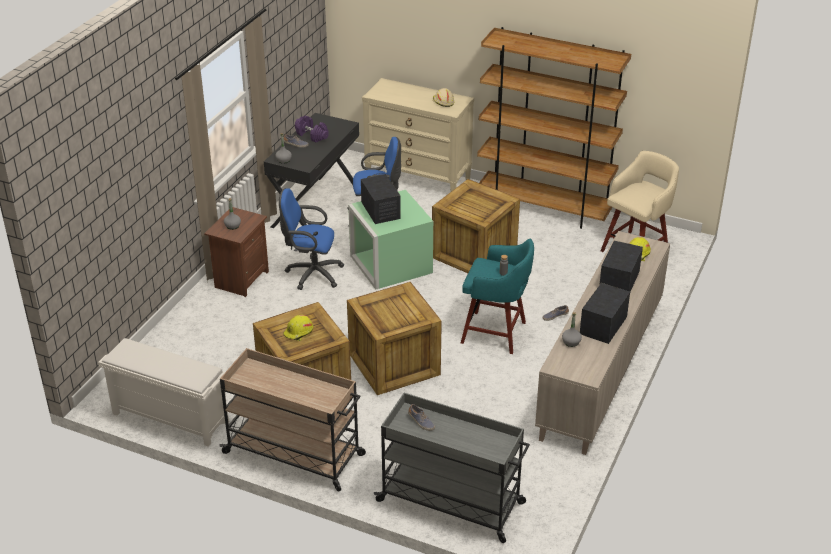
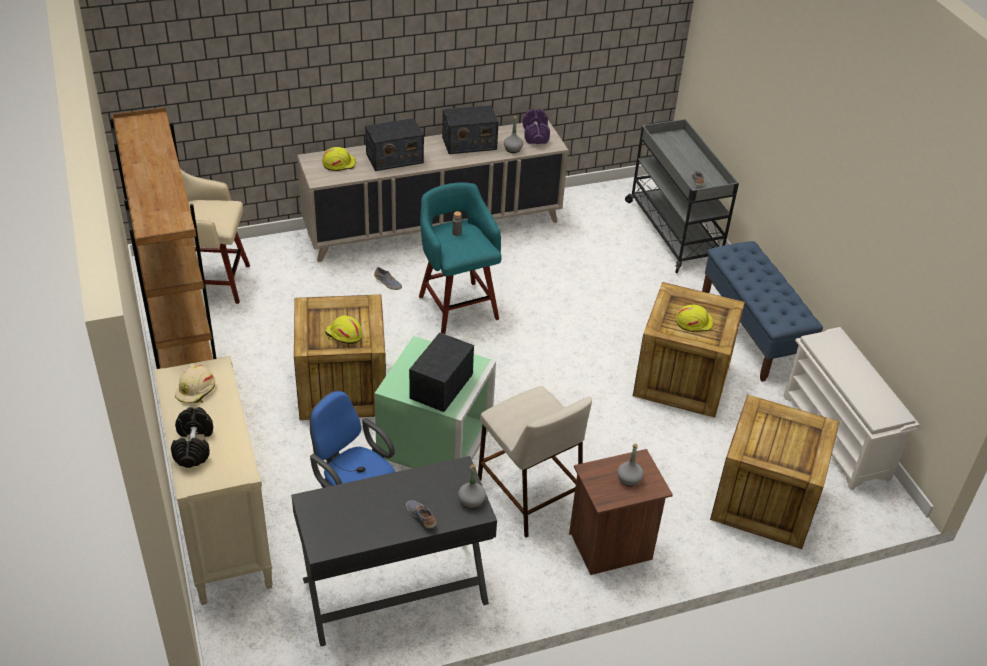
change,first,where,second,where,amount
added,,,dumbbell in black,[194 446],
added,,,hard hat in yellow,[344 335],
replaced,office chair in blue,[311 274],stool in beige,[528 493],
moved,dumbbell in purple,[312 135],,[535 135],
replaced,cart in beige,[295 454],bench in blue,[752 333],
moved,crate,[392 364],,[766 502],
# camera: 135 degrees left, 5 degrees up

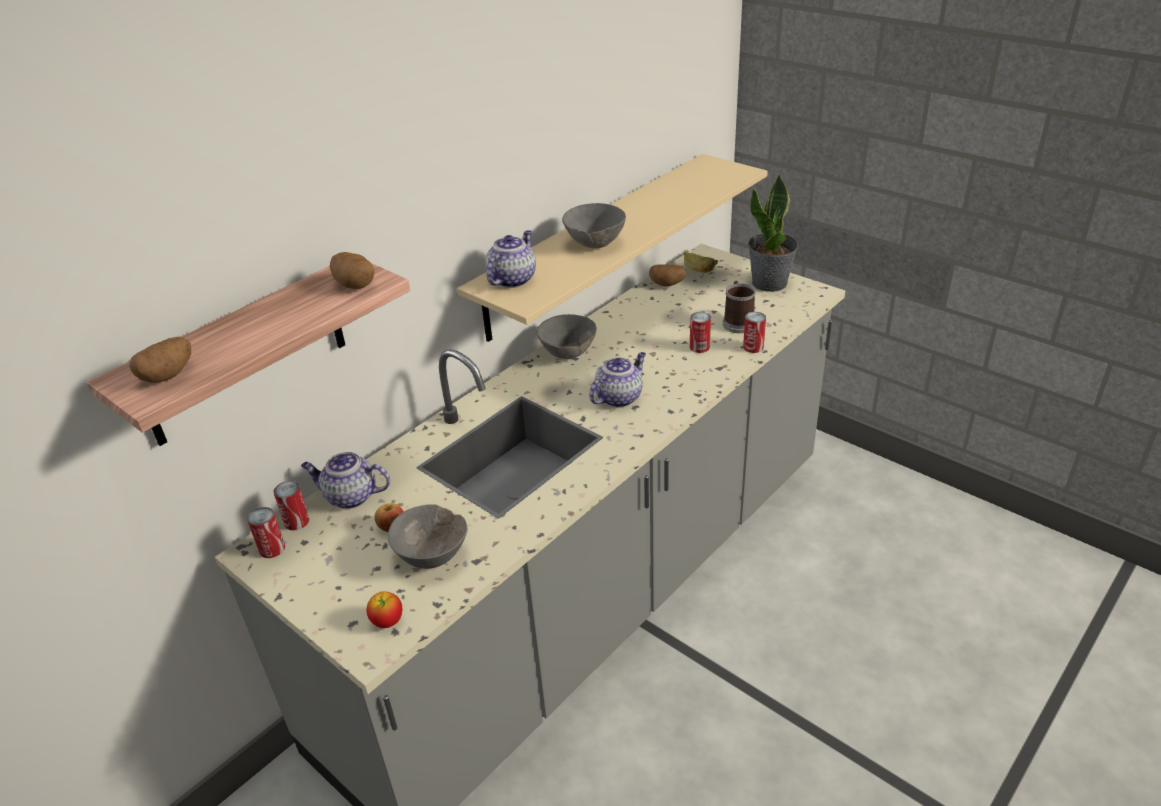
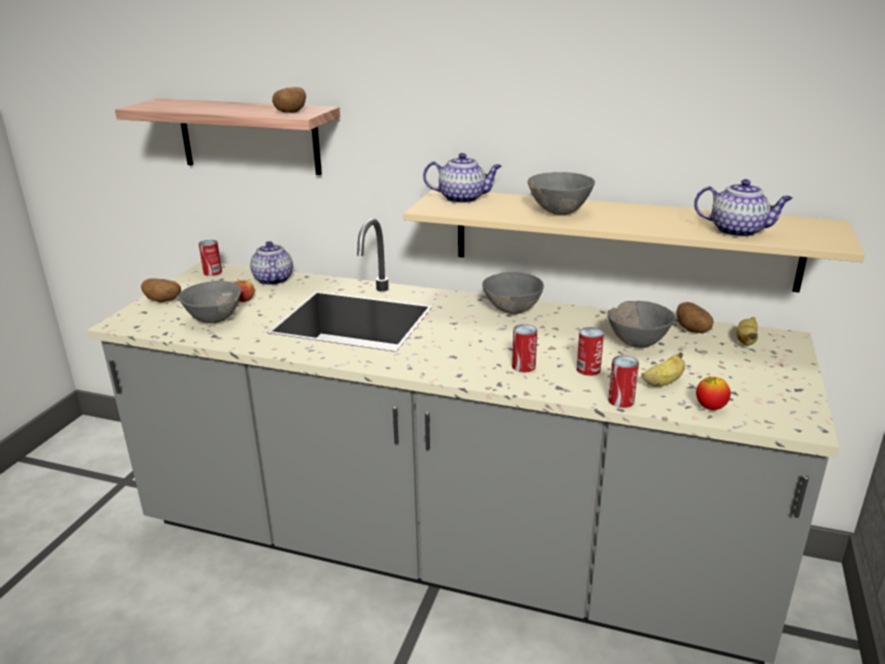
change,first,where,second,where,amount
moved,potato,[168 375],,[164 300],
moved,can,[296 521],,[523 366],
added,,,bowl in grey,[637 342],
replaced,mug,[737 322],banana,[663 383],
moved,teapot,[619 397],,[738 231],
moved,apple,[387 622],,[710 407],
removed,potted plant,[770 283],,,
# camera: 65 degrees right, 10 degrees down

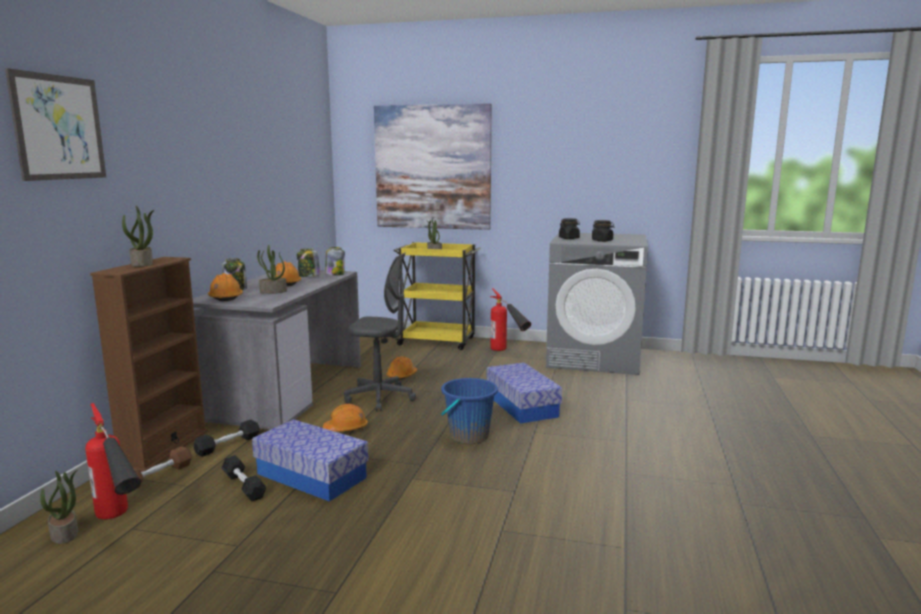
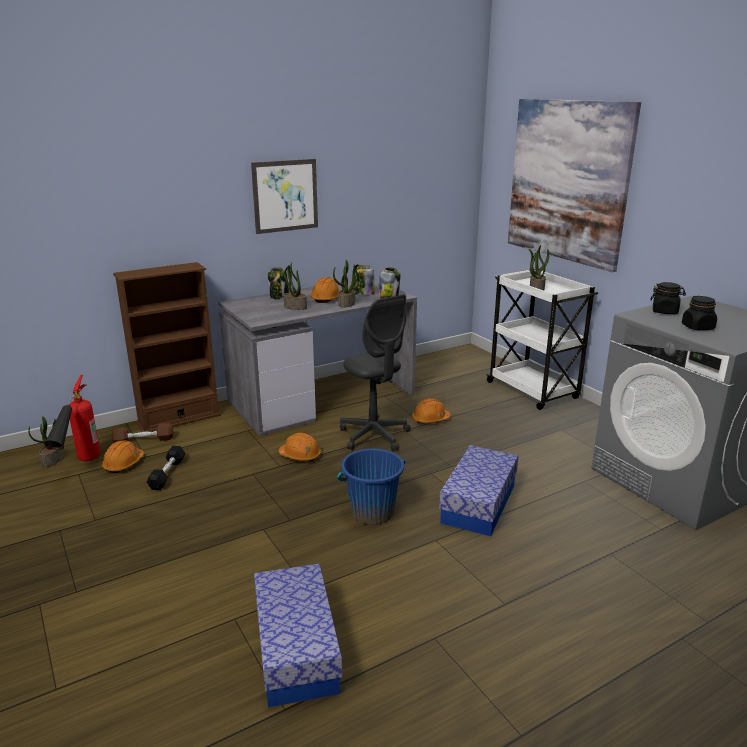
change,first,where,second,where,amount
moved,hard hat in orange,[225 297],,[123 464],
moved,picture,[59 127],,[285 196],
moved,storage box,[311 476],,[296 649],
moved,potted plant,[142 264],,[347 304],
recoloured,cart in yellow,[438 341],cart in white,[533 391],
removed,dumbbell in black,[228 445],,,
removed,fire extinguisher,[507 352],,,
# camera: 45 degrees right, 10 degrees up

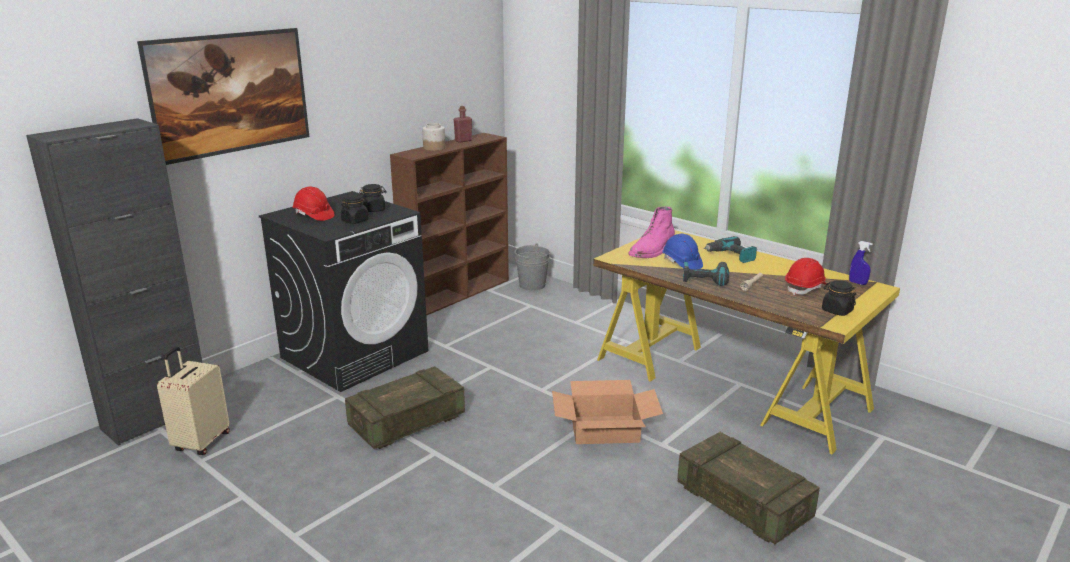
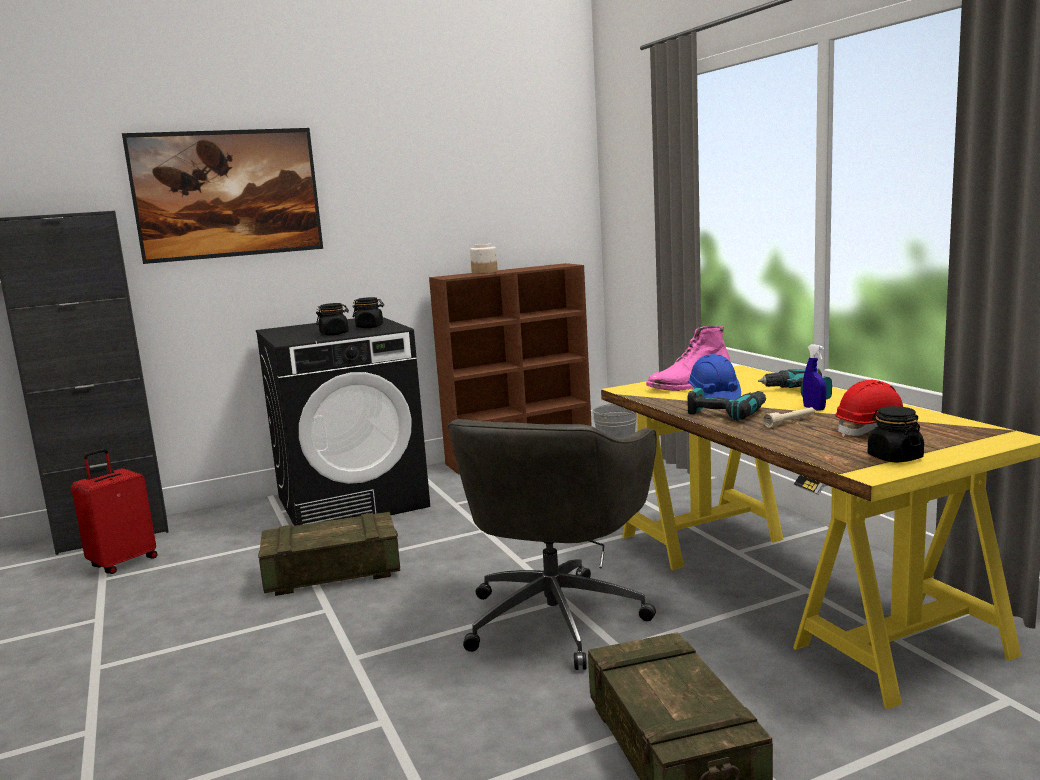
change,first,where,second,where,amount
recoloured,suitcase in beige,[201 442],suitcase in red,[123 562],
replaced,cardboard box,[604 429],office chair in grey,[556 617],
moved,spray bottle in blue,[857 283],,[814 408],
removed,hard hat in red,[313 216],,,
removed,bottle in red,[463 141],,,
# camera: 25 degrees right, 10 degrees down

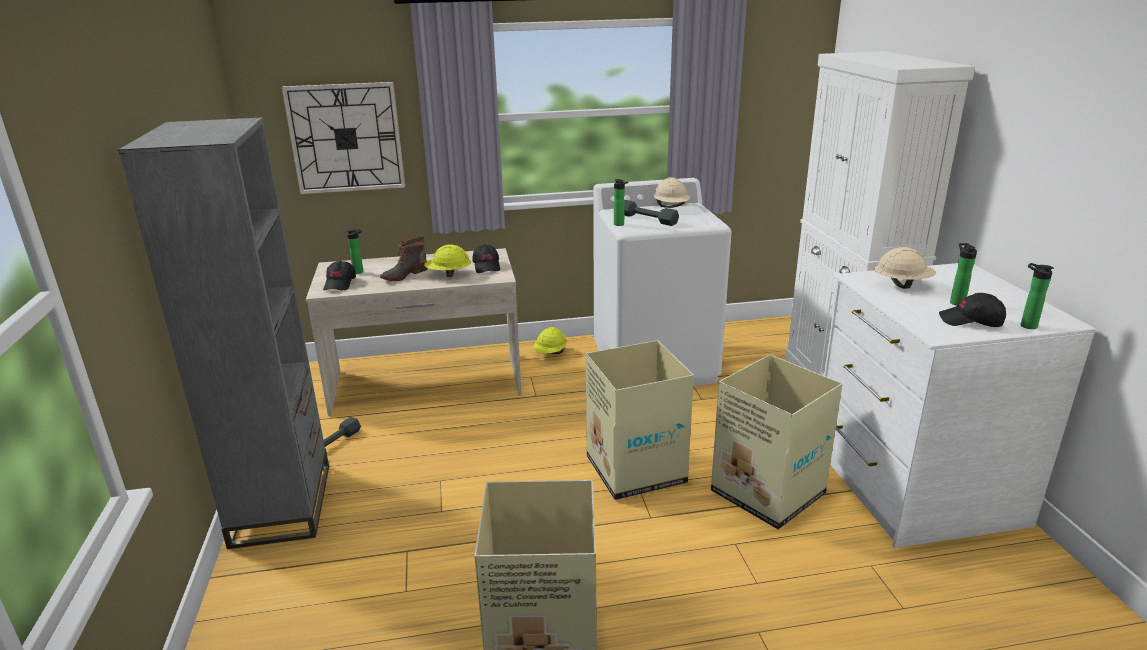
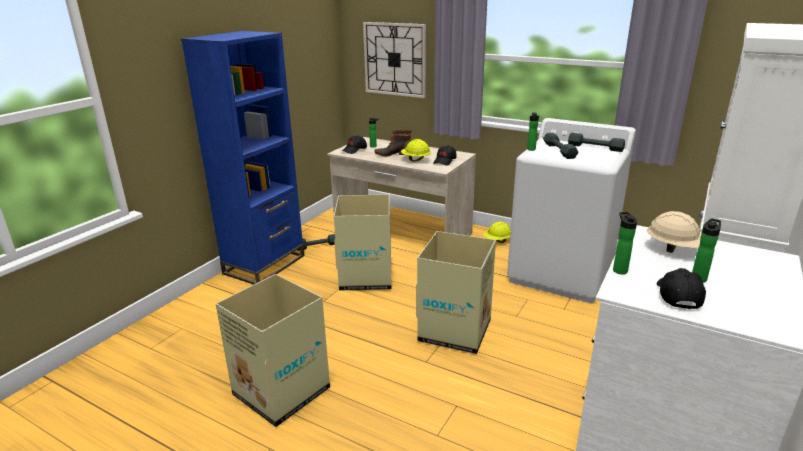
change,first,where,second,where,amount
recoloured,bookcase in grey,[282 504],bookcase in blue,[264 264],
moved,cardboard box,[766 492],,[366 277],
replaced,hard hat in beige,[671 207],dumbbell in grey,[595 147],
moved,bottle,[1025 325],,[619 269],
turned,cap in black,[971 321],,[677 295],45 degrees clockwise
# camera: 40 degrees right, 0 degrees up

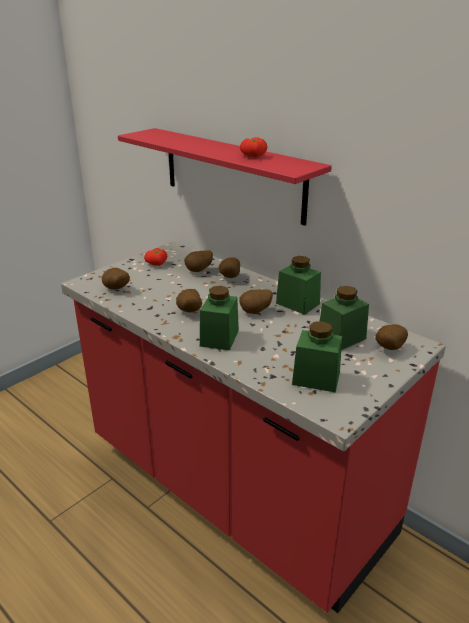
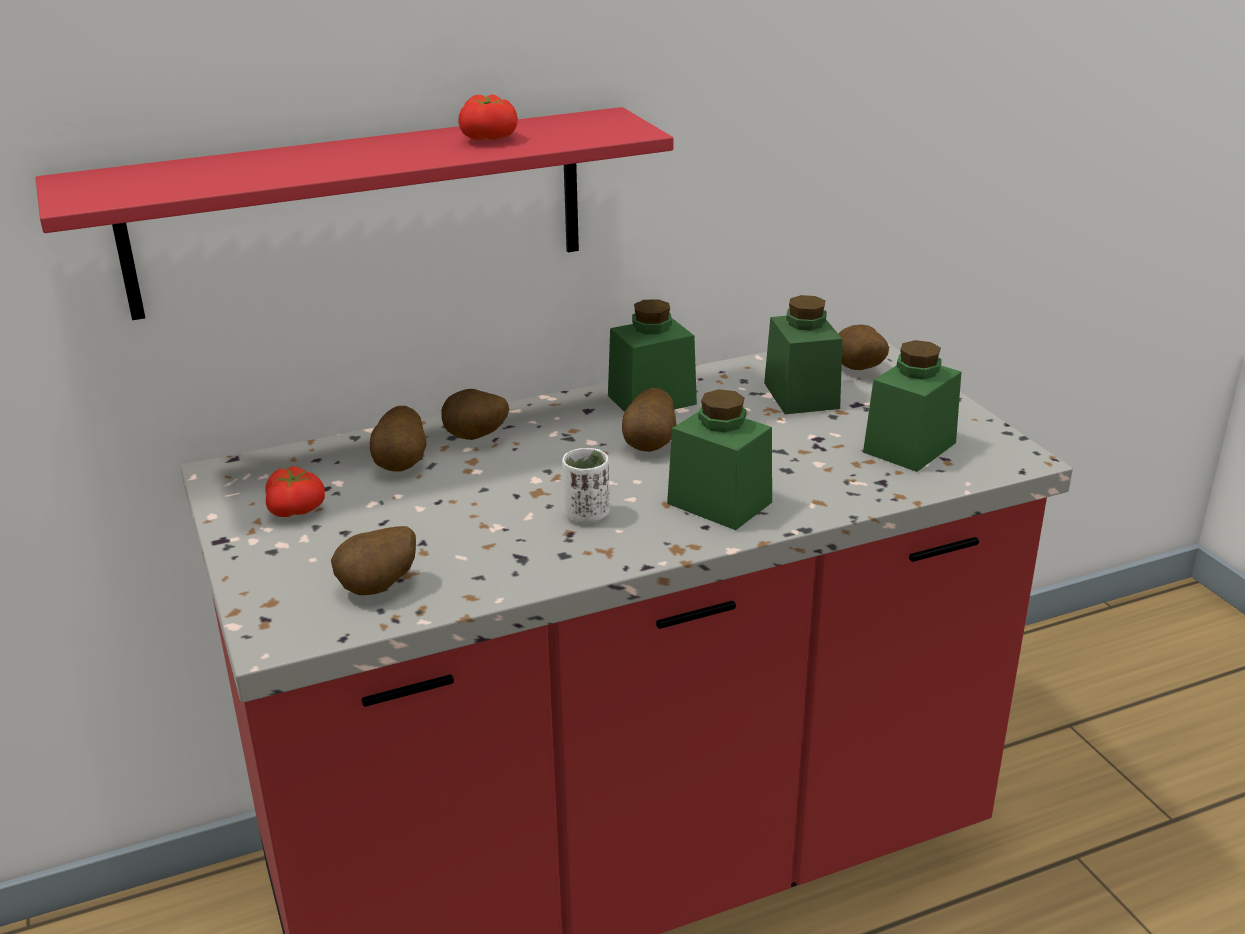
change,first,where,second,where,amount
replaced,potato,[189 312],cup in white,[587 515],
# camera: 65 degrees left, 0 degrees up

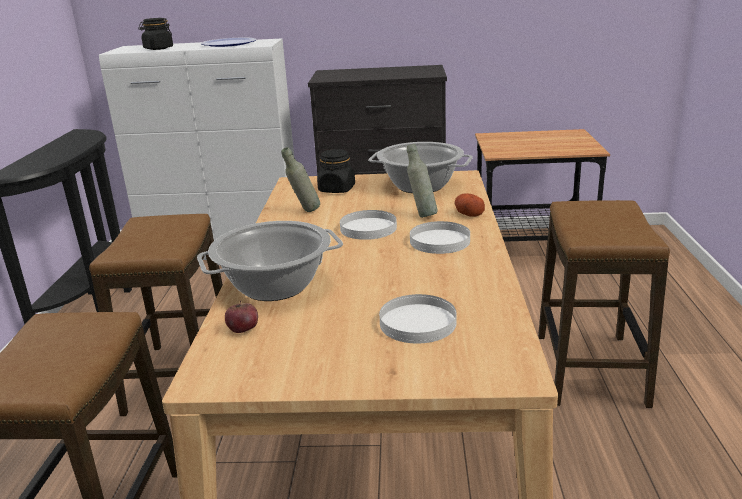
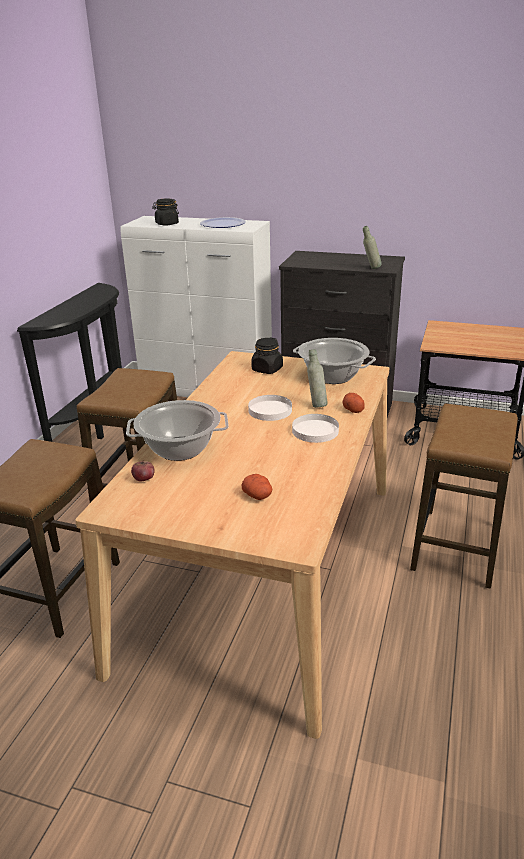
change,first,where,second,where,amount
replaced,plate in white,[418 323],potato,[258 495],
moved,bottle in grey,[304 212],,[370 268],
# camera: 15 degrees right, 5 degrees up

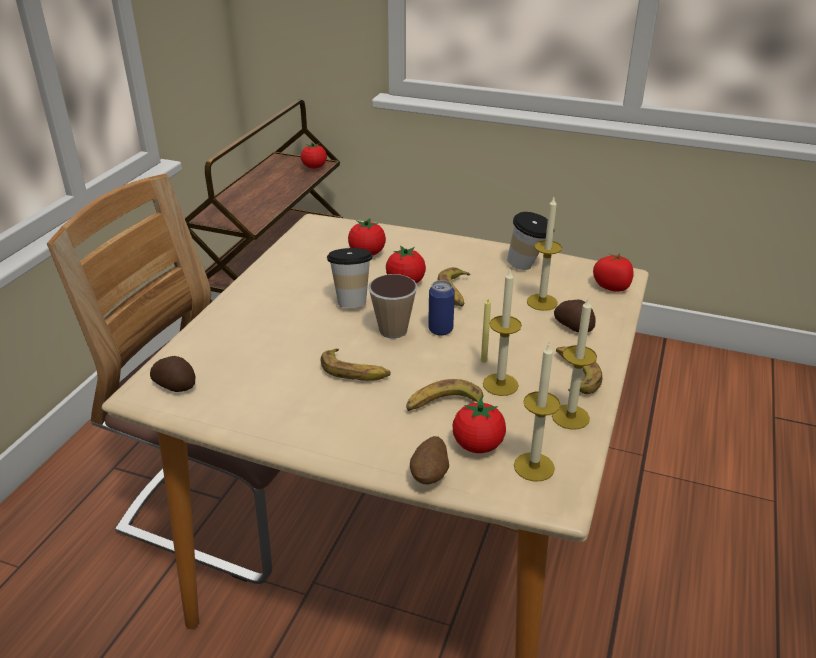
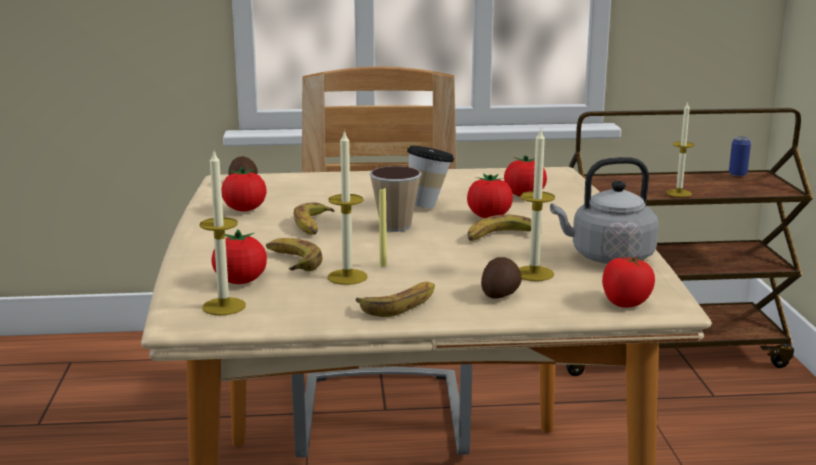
change,first,where,second,where,amount
moved,tomato,[314 167],,[244 210],
replaced,cup,[528 266],kettle in grey,[607 257],
moved,candle,[570 417],,[679 193],
moved,can,[440 330],,[737 174],
removed,potato,[430 475],,,
# camera: 65 degrees right, 15 degrees down

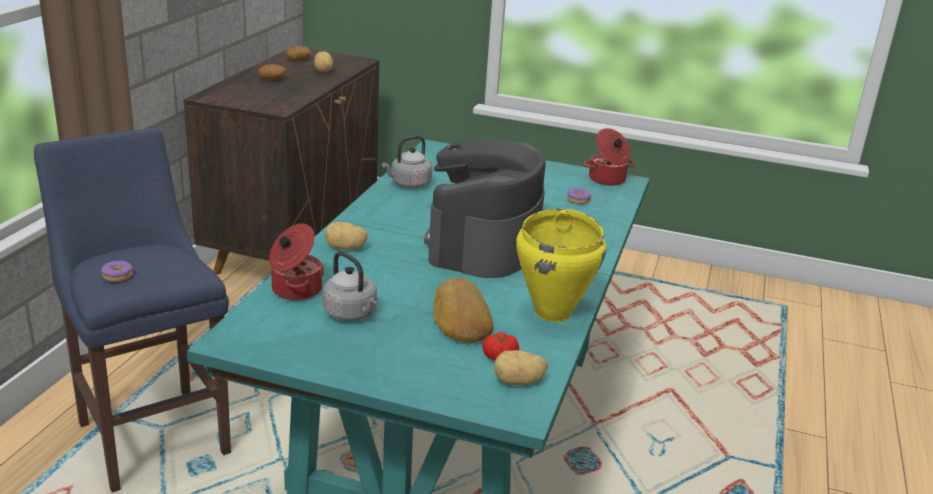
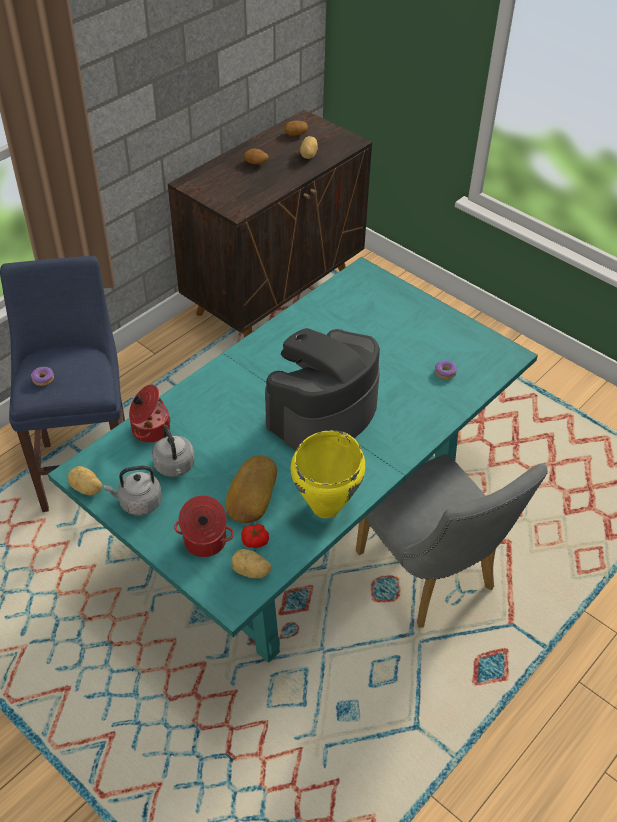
change,first,where,second,where,amount
moved,potato,[345 248],,[86 489],
moved,kettle in grey,[408 184],,[138 503],
moved,cooking pot,[607 180],,[204 542],
added,,,chair in grey,[431 577],
# camera: 25 degrees right, 20 degrees up

